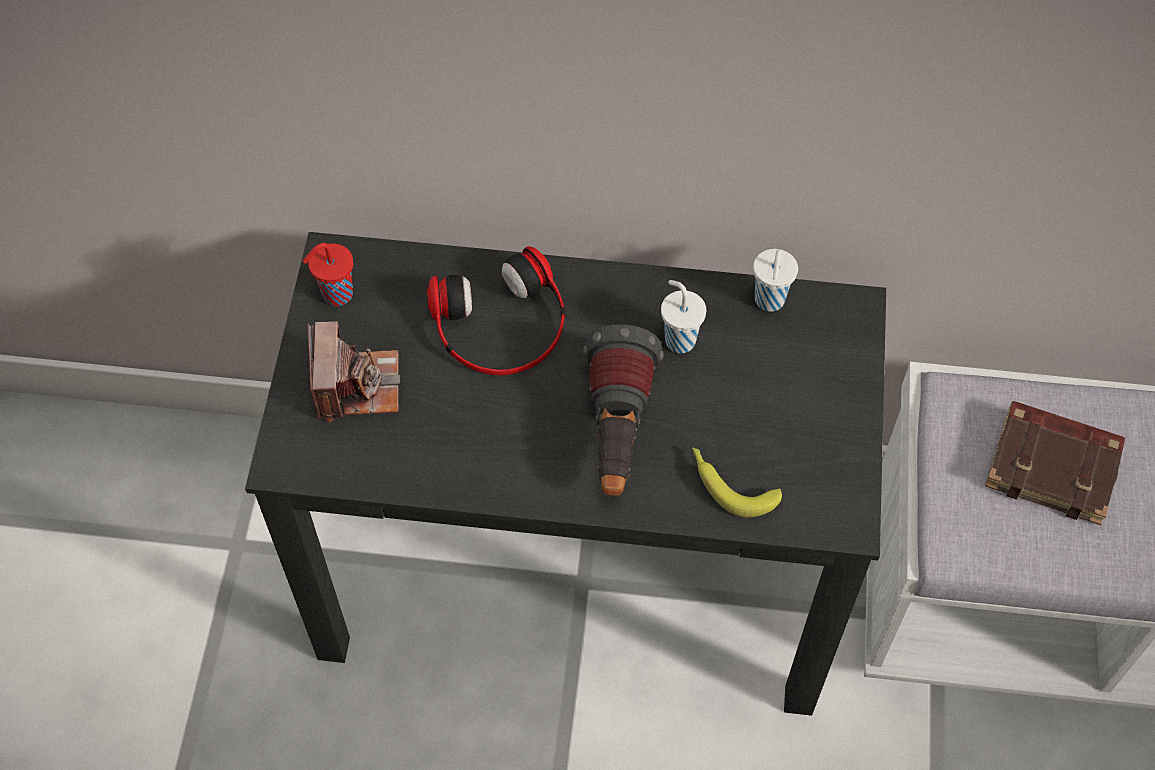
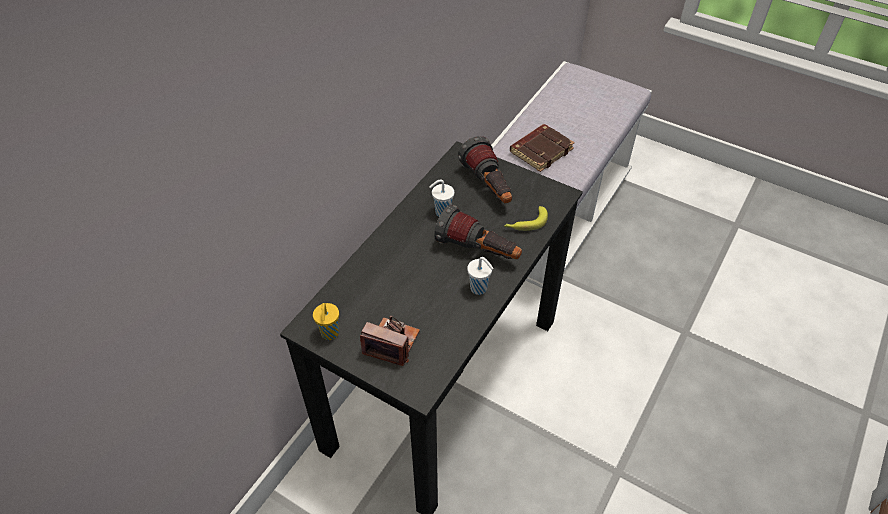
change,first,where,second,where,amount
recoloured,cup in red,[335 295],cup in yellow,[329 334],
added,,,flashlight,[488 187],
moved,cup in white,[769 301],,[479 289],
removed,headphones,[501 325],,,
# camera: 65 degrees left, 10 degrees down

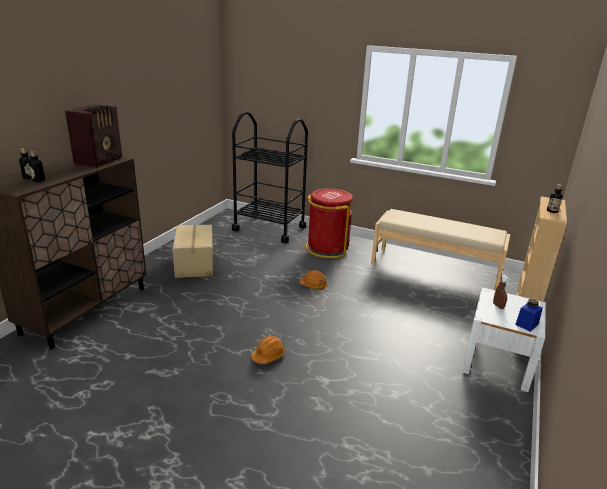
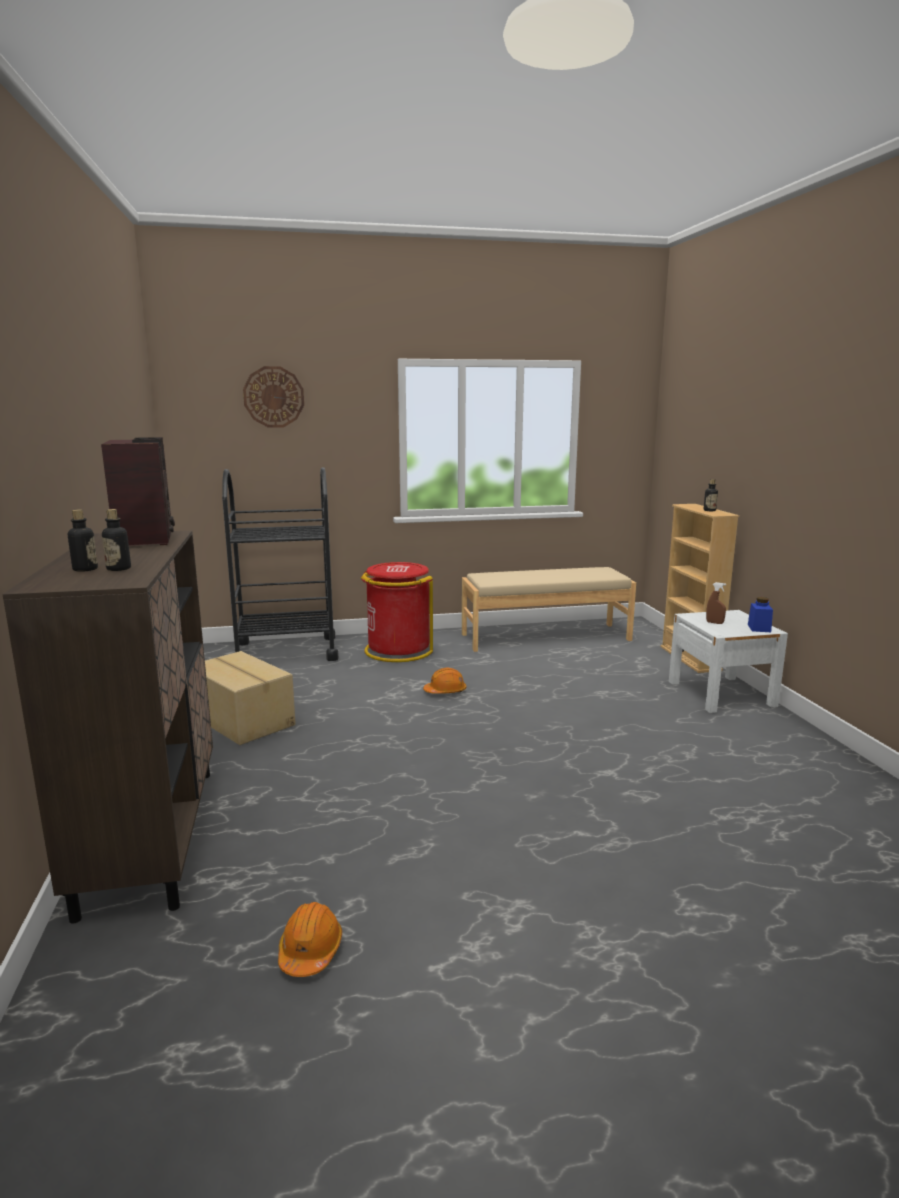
change,first,where,second,where,amount
added,,,wall clock,[274 397],
moved,hard hat in orange,[268 356],,[310 951],
# camera: 35 degrees left, 10 degrees down

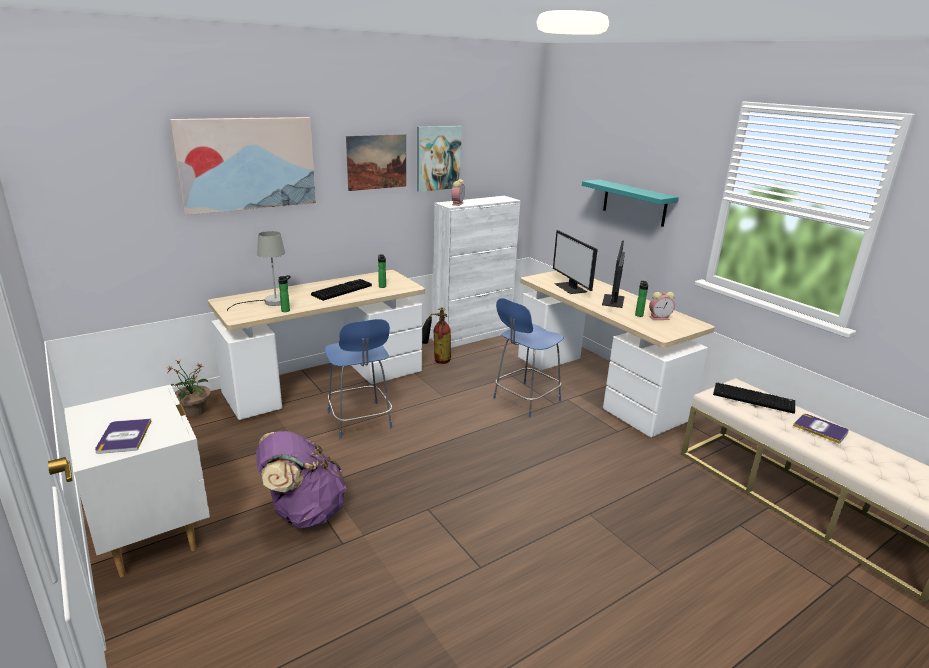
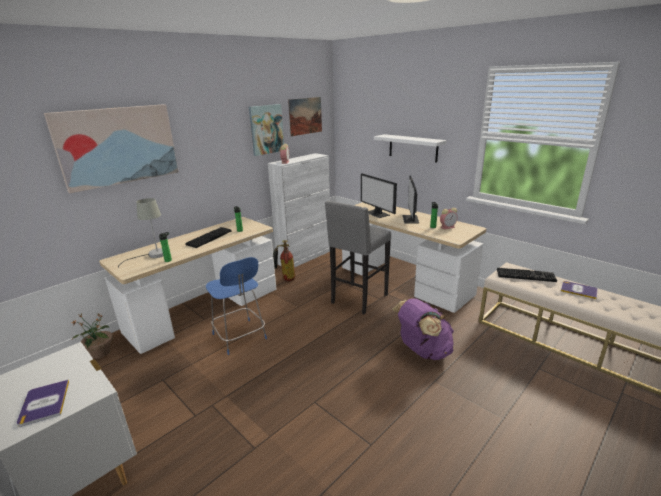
change,first,where,second,where,amount
moved,picture,[377 162],,[305 116],
replaced,chair in blue,[525 400],stool in grey,[358 299],
recoloured,shelf in turquoise,[634 202],shelf in white,[413 148],
moved,backpack in purple,[303 512],,[422 351],
# camera: 10 degrees left, 0 degrees up

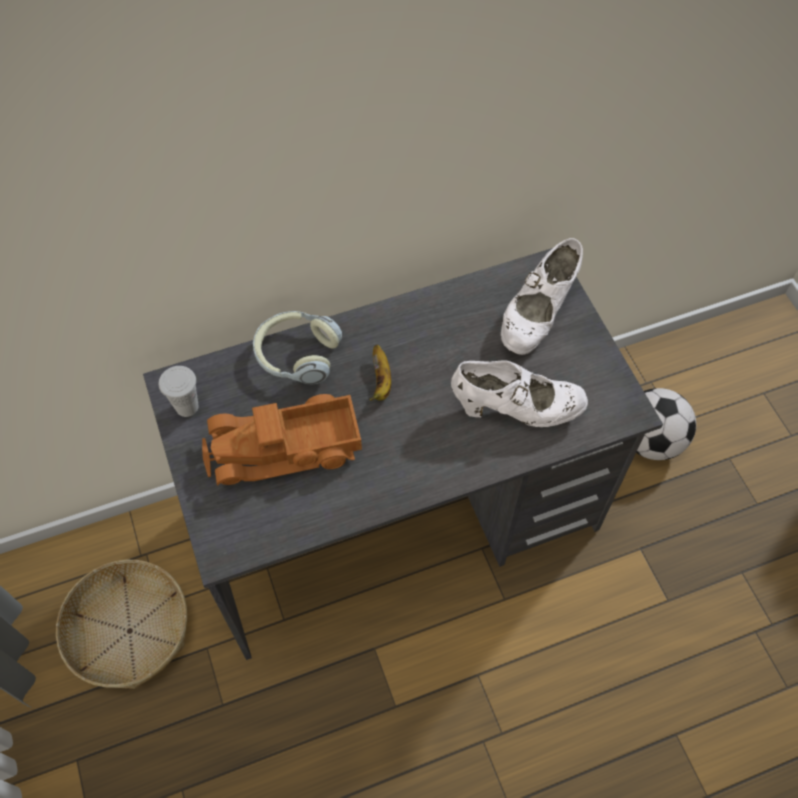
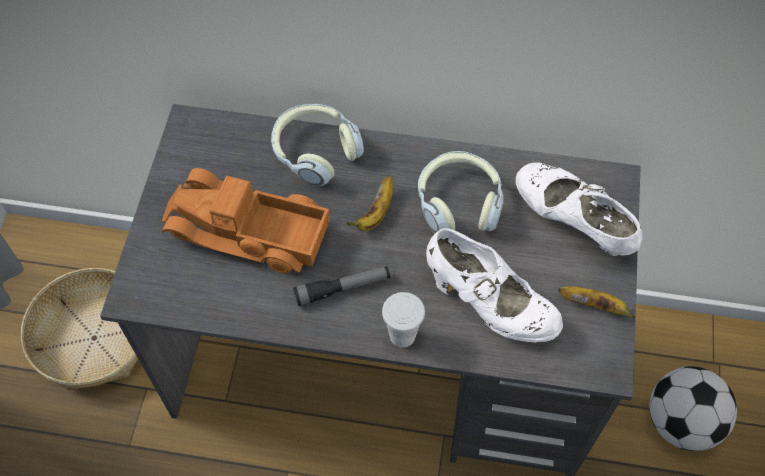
change,first,where,second,where,amount
added,,,flashlight,[342 288],
moved,cup in white,[187 407],,[402 335],
added,,,headphones,[459 202],
turned,shoe in white,[537 315],,[572 223],75 degrees clockwise
added,,,banana,[594 305],
# camera: 30 degrees right, 0 degrees up

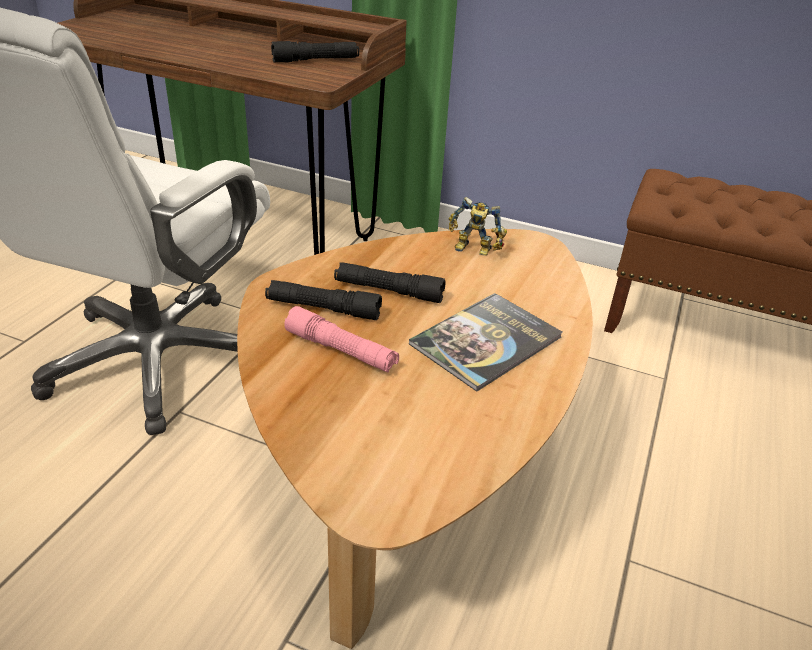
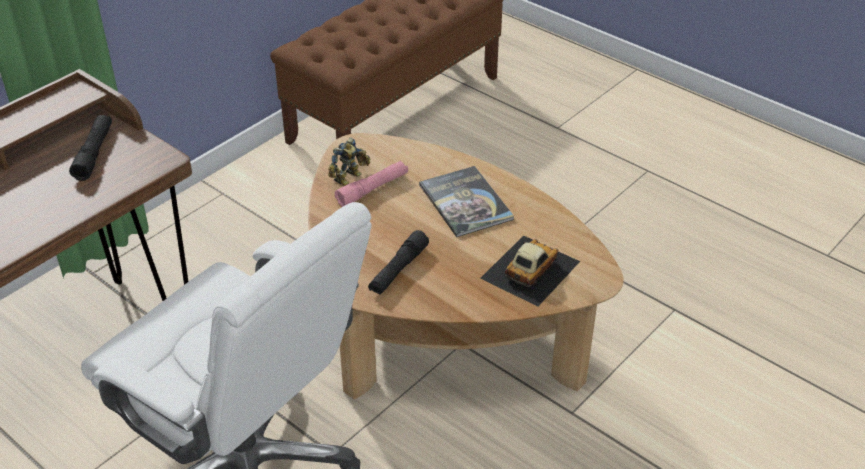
change,first,where,second,where,amount
moved,flashlight in pink,[341 351],,[372 189],
added,,,toy car,[529 269],
removed,flashlight in black,[388 291],,,
# camera: 70 degrees left, 5 degrees up

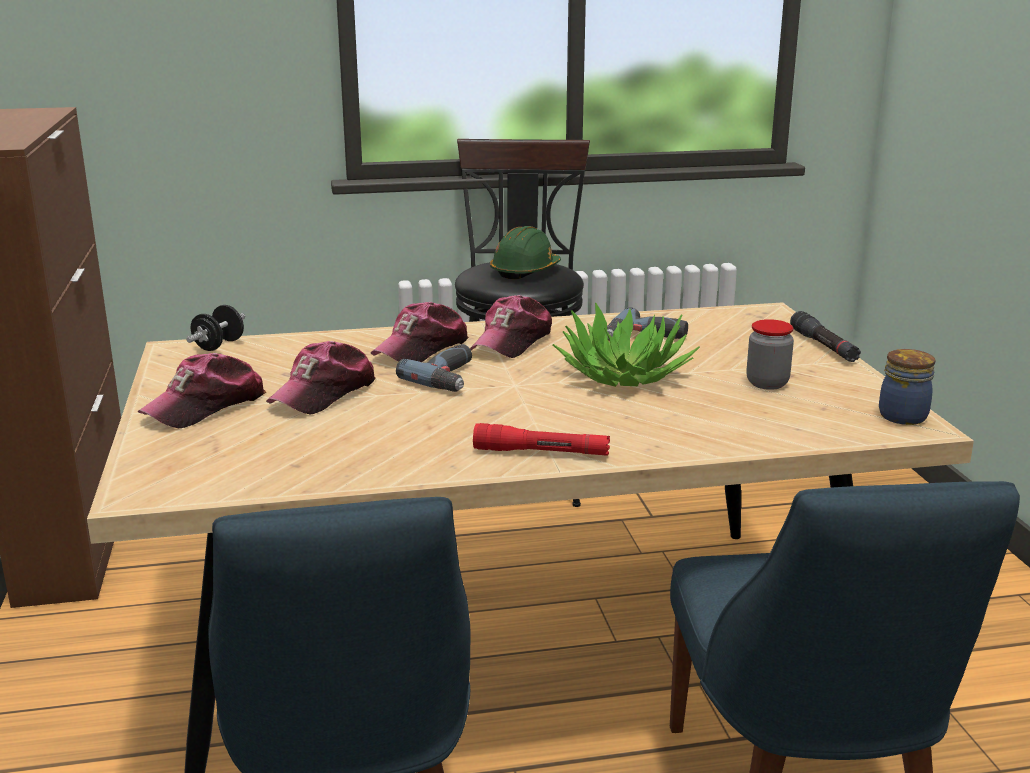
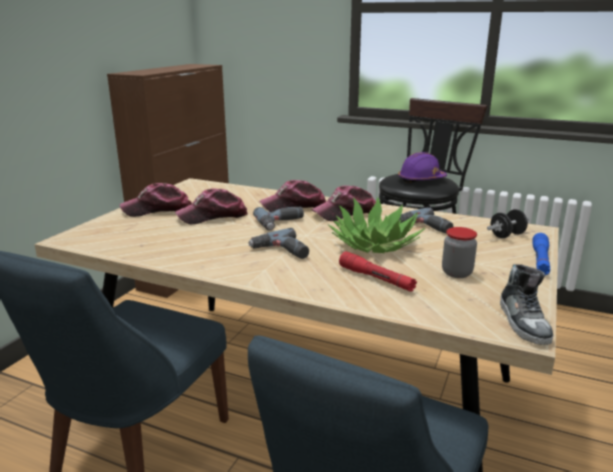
change,first,where,second,where,amount
added,,,power drill,[281 252],
moved,flashlight in red,[541 452],,[376 279],
recoloured,hard hat in green,[525 271],hard hat in purple,[421 180],
moved,dumbbell in black,[219 345],,[507 235],
replaced,jar,[904 416],shoe,[523 322],
recoloured,flashlight in black,[823 346],flashlight in blue,[540 261],
# camera: 35 degrees right, 0 degrees up

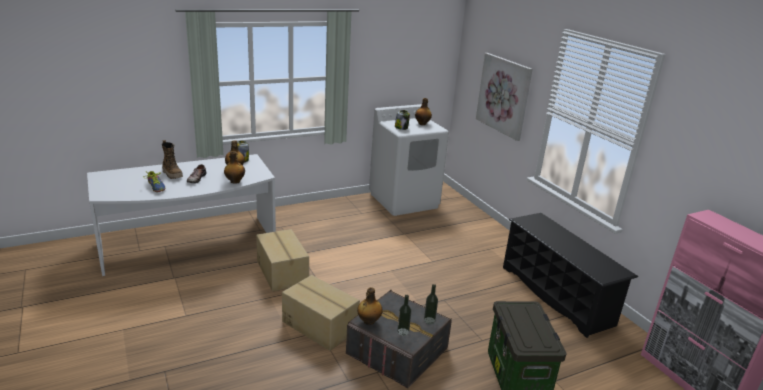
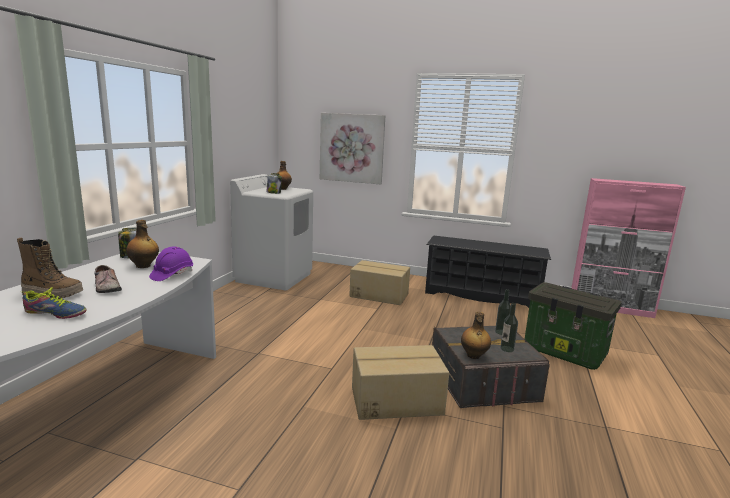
change,first,where,second,where,amount
replaced,bottle,[235 181],hard hat in purple,[172 275],
moved,cardboard box,[283 272],,[379 295],
# camera: 45 degrees left, 10 degrees down

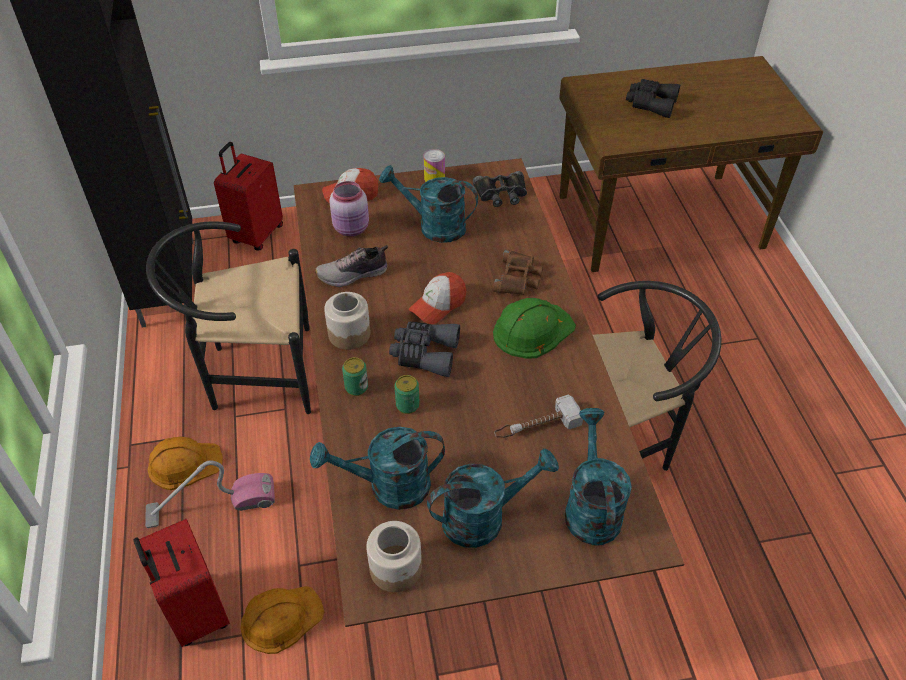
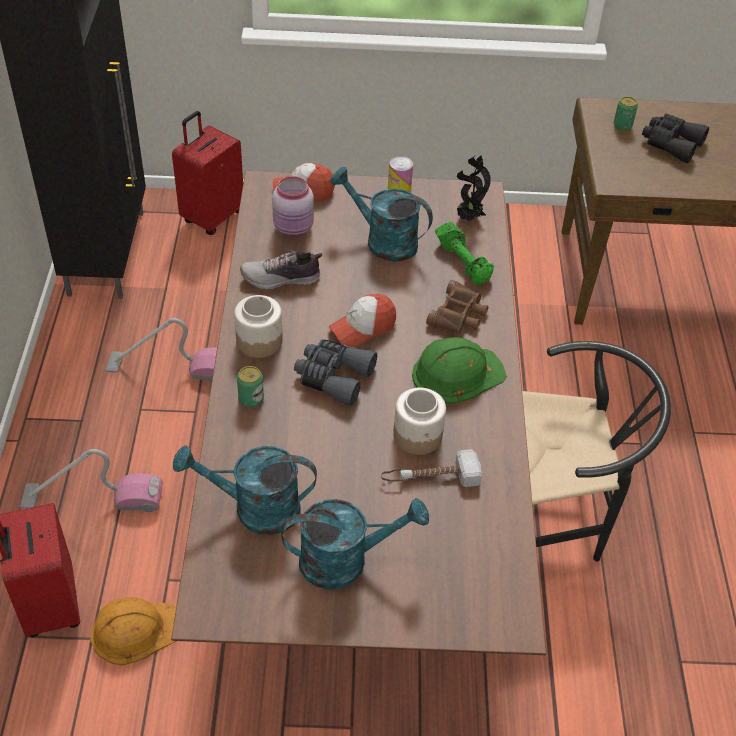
change,first,where,second,where,amount
replaced,chair in black,[252 374],vacuum cleaner,[170 367],
moved,jar,[396 568],,[418 436],
added,,,dumbbell in green,[464 262],
replaced,binoculars in black,[501 193],potted plant,[468 218],
moved,can,[407 405],,[622 125],
removed,hard hat in orange,[184 464],,,
removed,watering can in turquoise,[591 506],,,
# camera: 10 degrees right, 0 degrees up

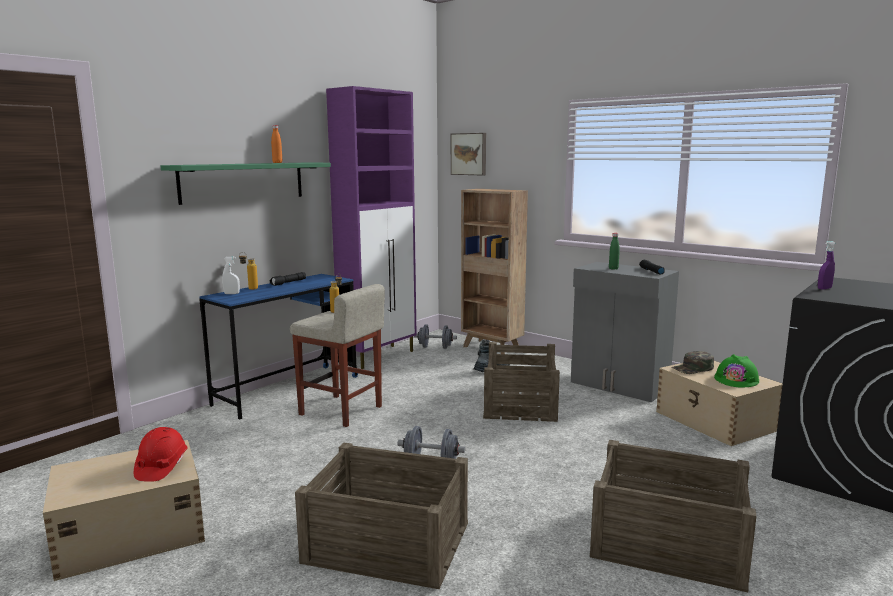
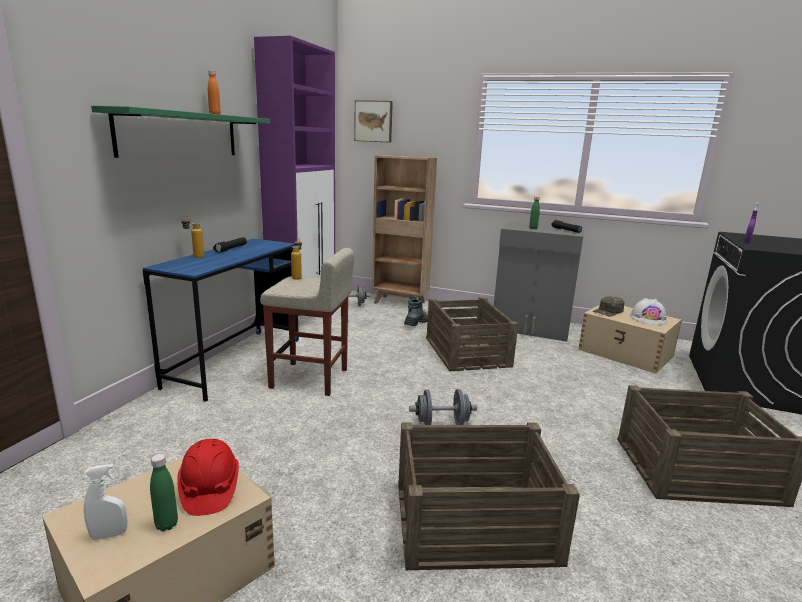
change,first,where,second,where,amount
moved,spray bottle in white,[231 293],,[109 535],
added,,,bottle in green,[166 525],
recoloured,hard hat in green,[736 379],hard hat in white,[648 318],
# camera: 20 degrees left, 5 degrees up

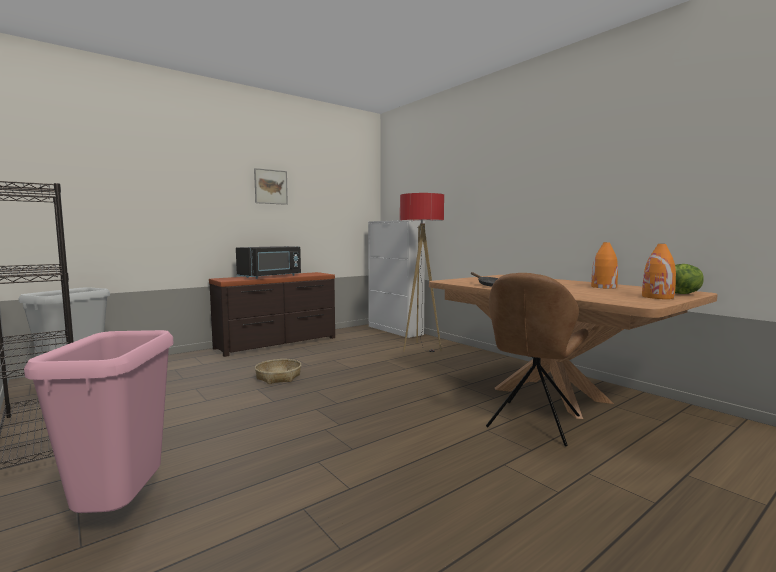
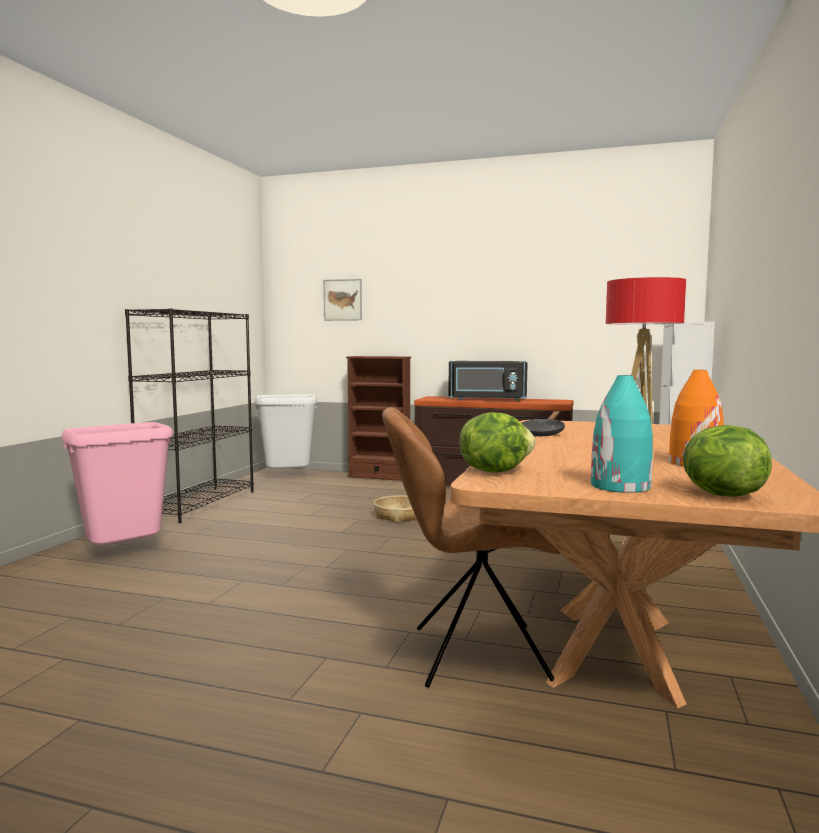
change,first,where,second,where,amount
moved,picture,[271 186],,[342 300],
added,,,bookcase in brown,[379 476],
added,,,lettuce,[494 471],
recoloured,vase in orange,[658 297],vase in turquoise,[620 486],
# camera: 55 degrees right, 0 degrees up

